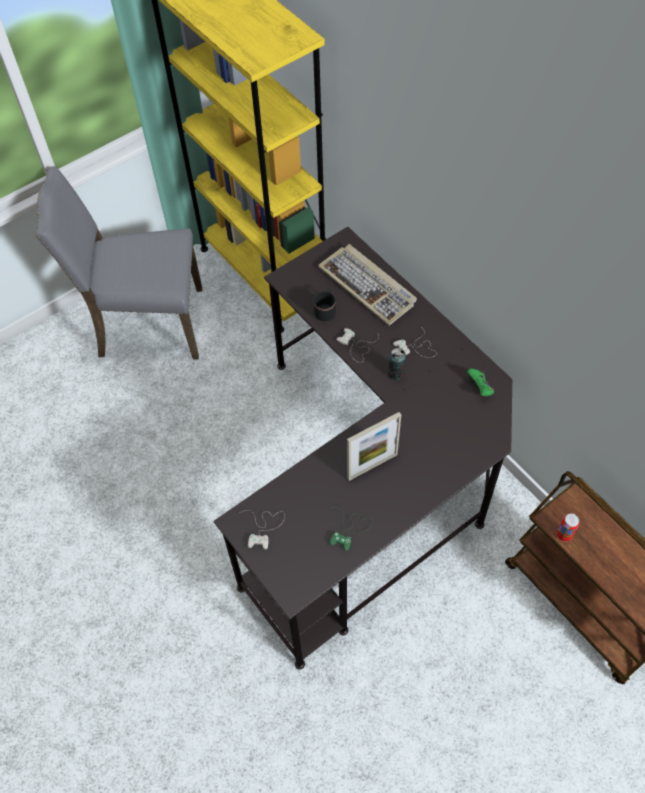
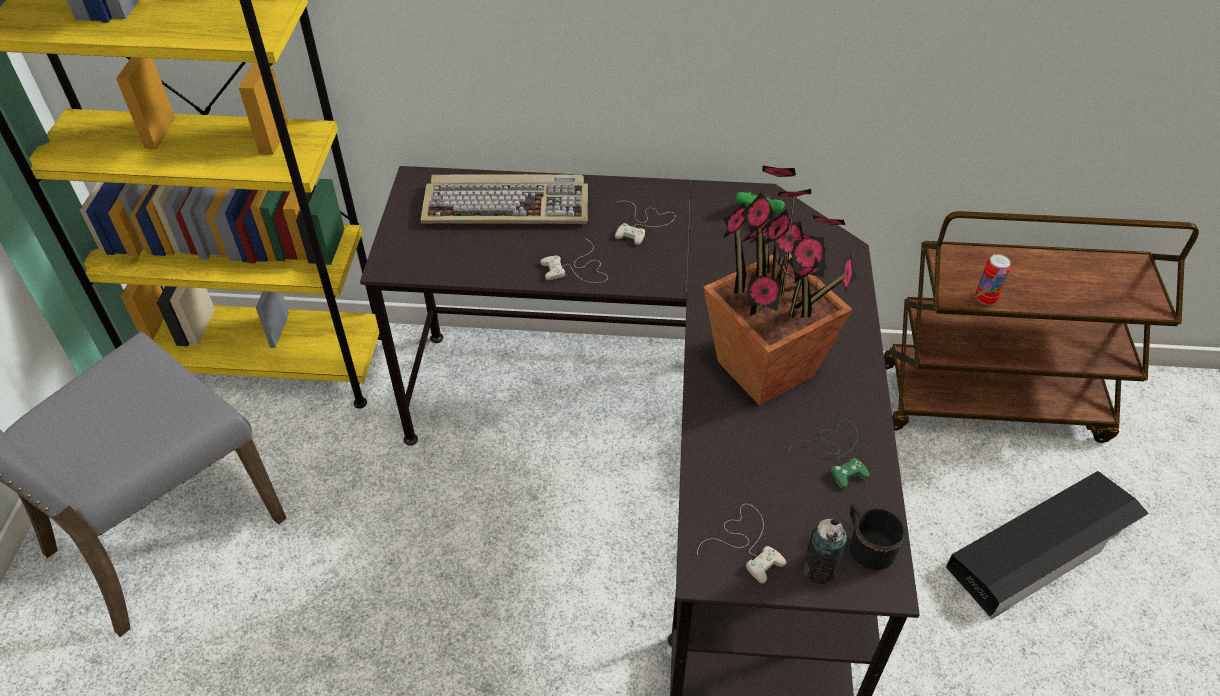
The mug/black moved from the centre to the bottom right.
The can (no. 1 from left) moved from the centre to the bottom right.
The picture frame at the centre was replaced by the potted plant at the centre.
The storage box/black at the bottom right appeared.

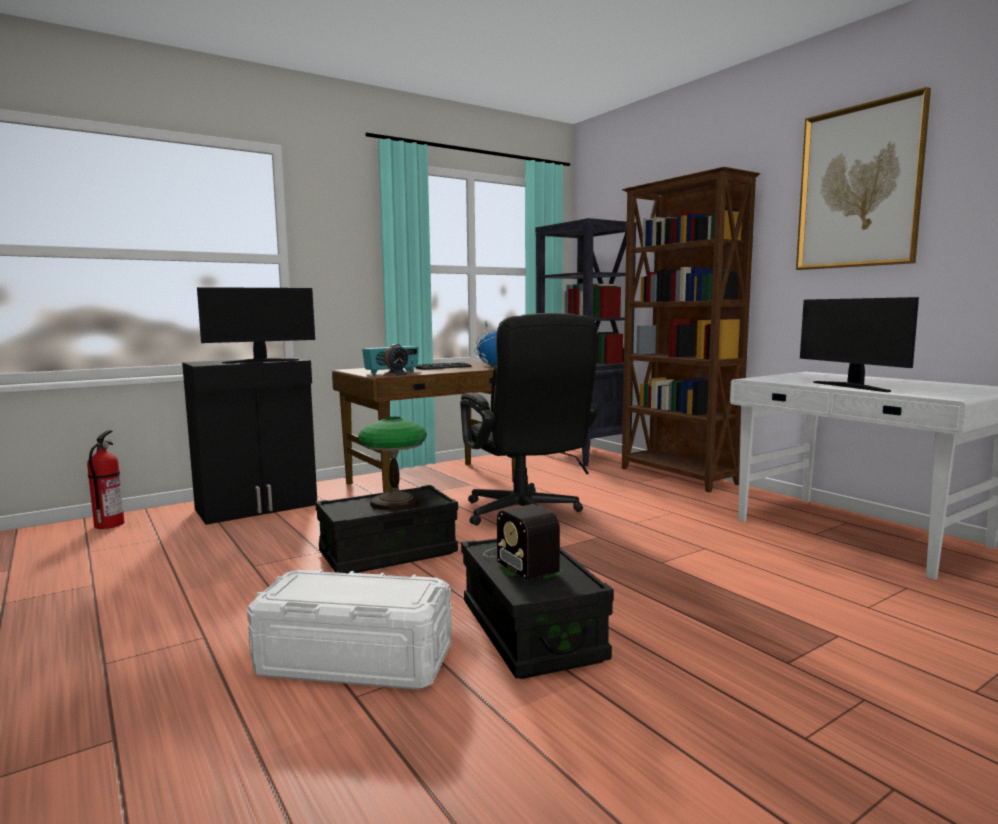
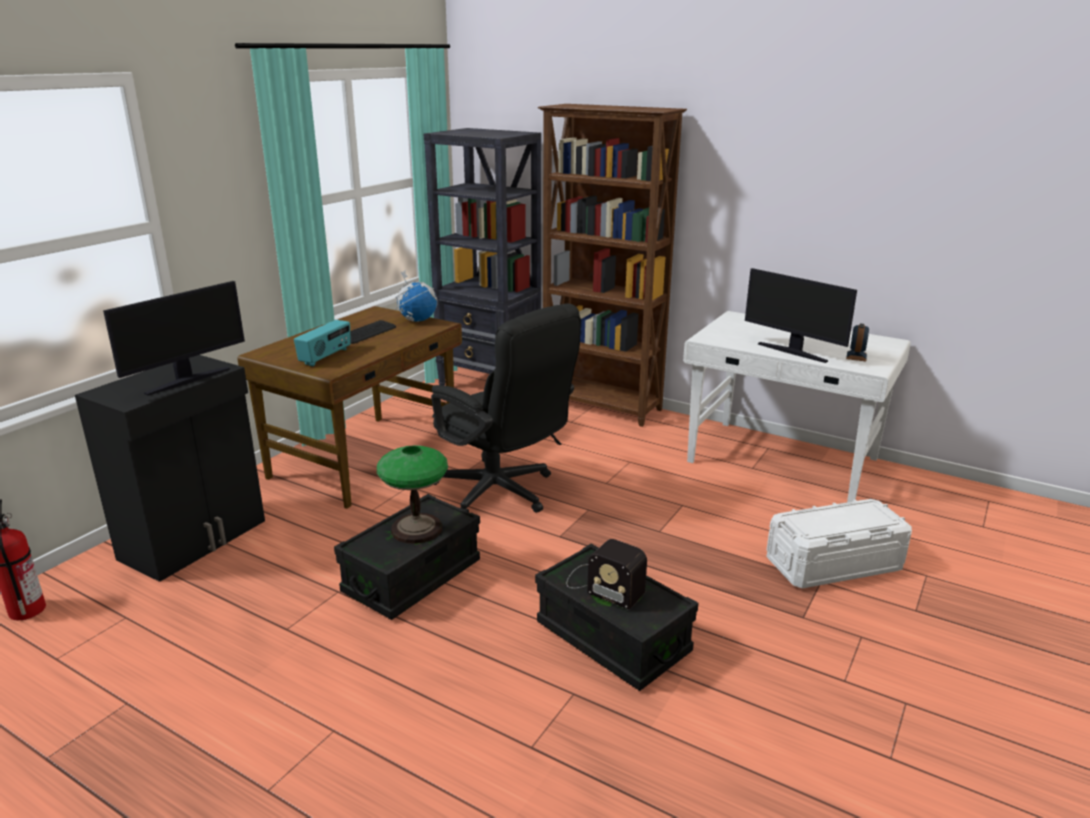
The picture at the top right disappeared.
The alarm clock moved from the centre to the middle right.
The storage box/white moved from the bottom centre to the middle right.

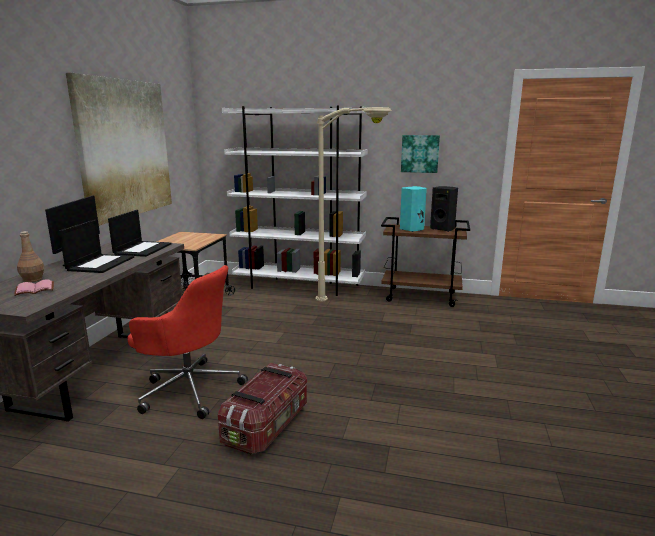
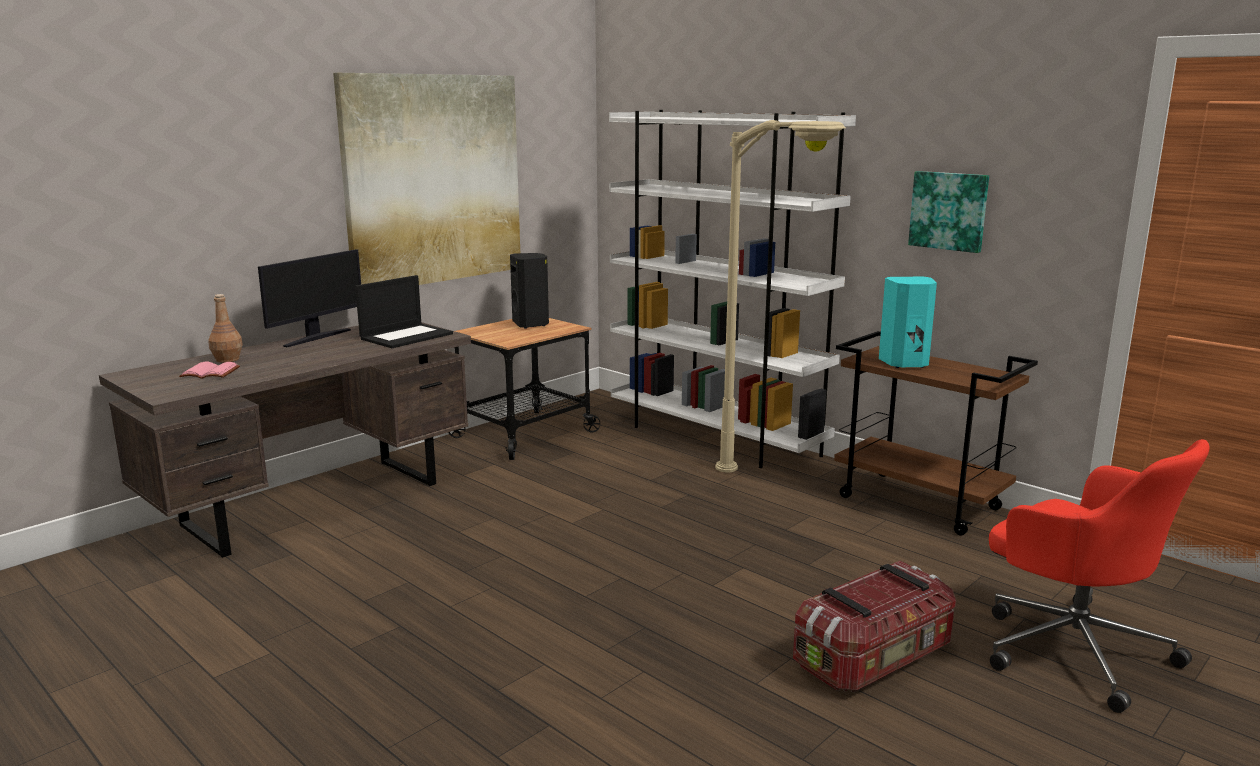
The speaker/black moved from the middle right to the centre.
The laptop (no. 1 from left) at the middle left disappeared.
The office chair/red moved from the middle left to the bottom right.
The storage box moved from the bottom centre to the bottom right.

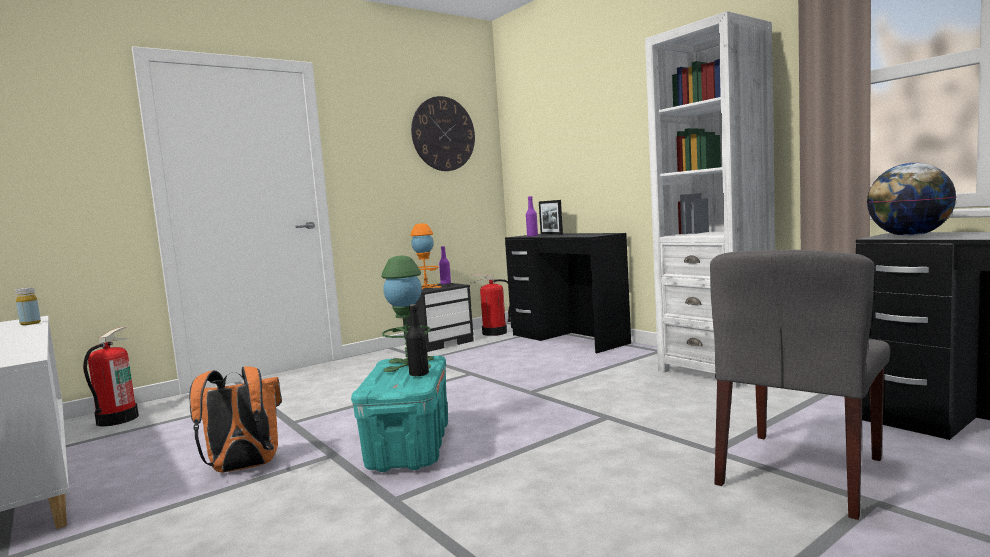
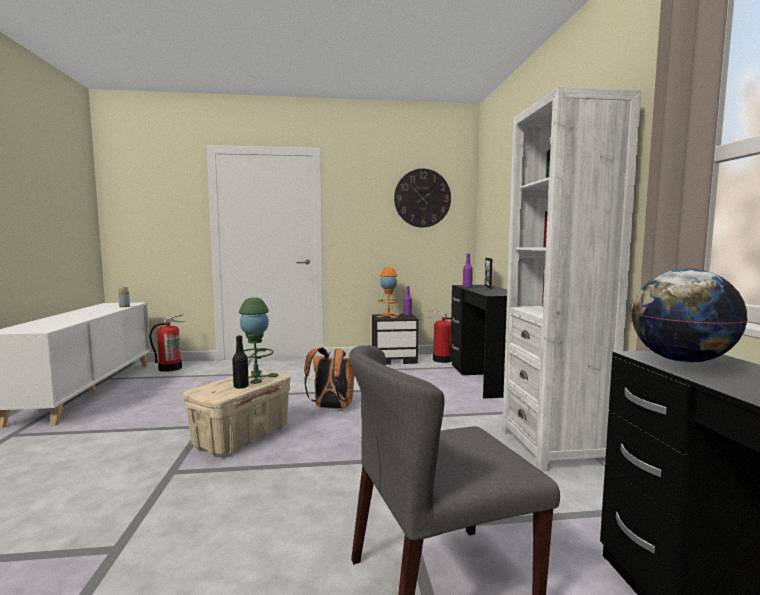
The storage box/turquoise at the bottom centre became the storage box/beige at the bottom left.
The backpack/orange moved from the bottom left to the centre.

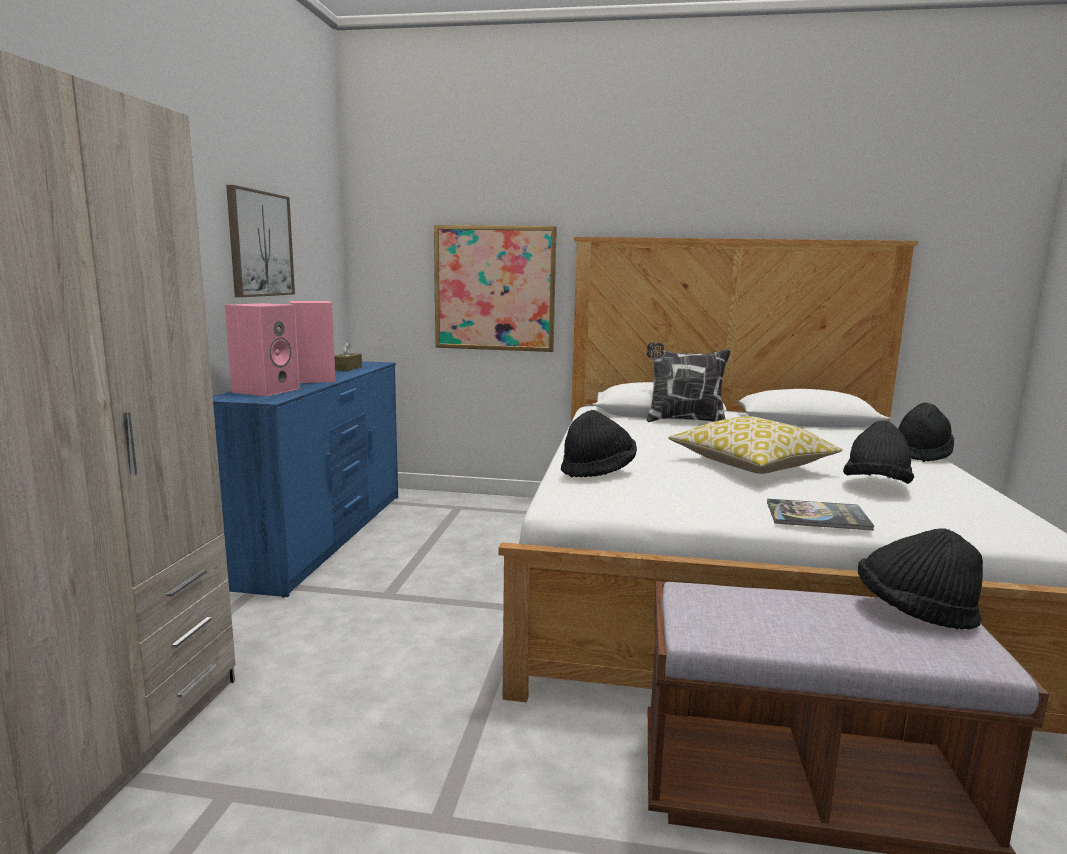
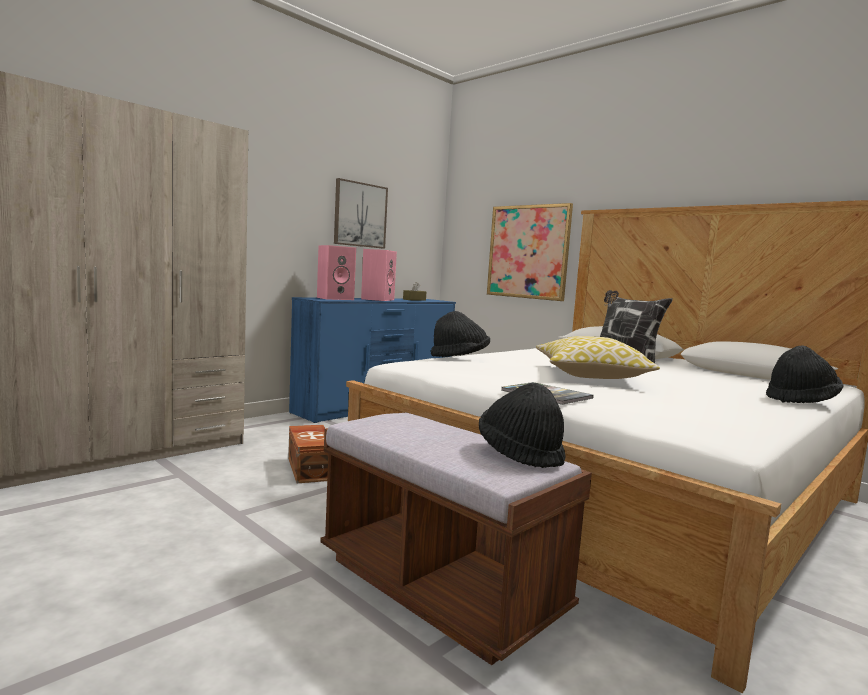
The hat/black (no. 2 from left) at the middle right disappeared.
The storage box/brown at the centre appeared.

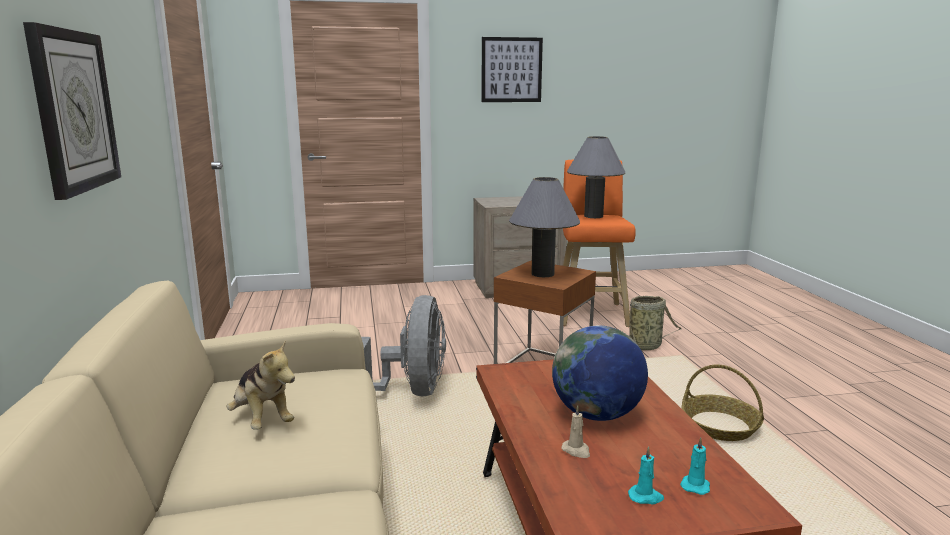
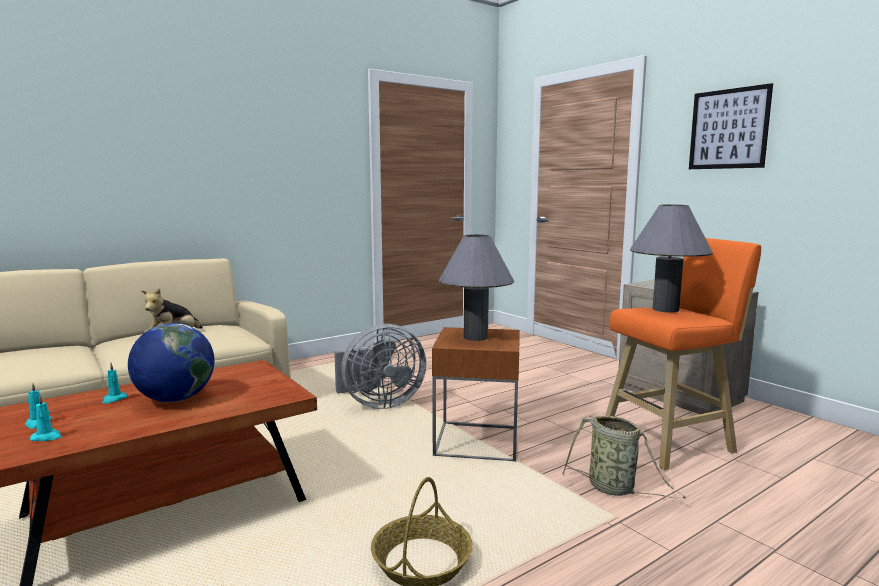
The wall clock at the top left disappeared.
The candle/beige at the bottom centre became the candle/turquoise (no. 3 from left) at the middle left.

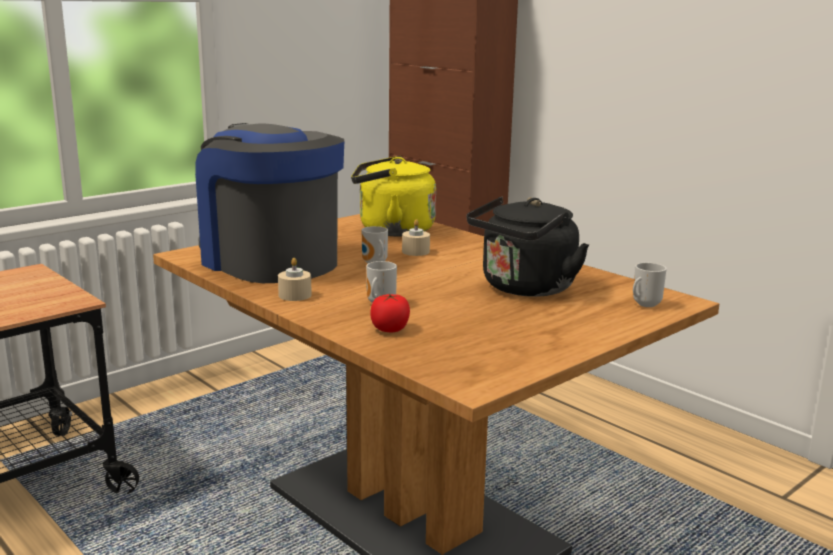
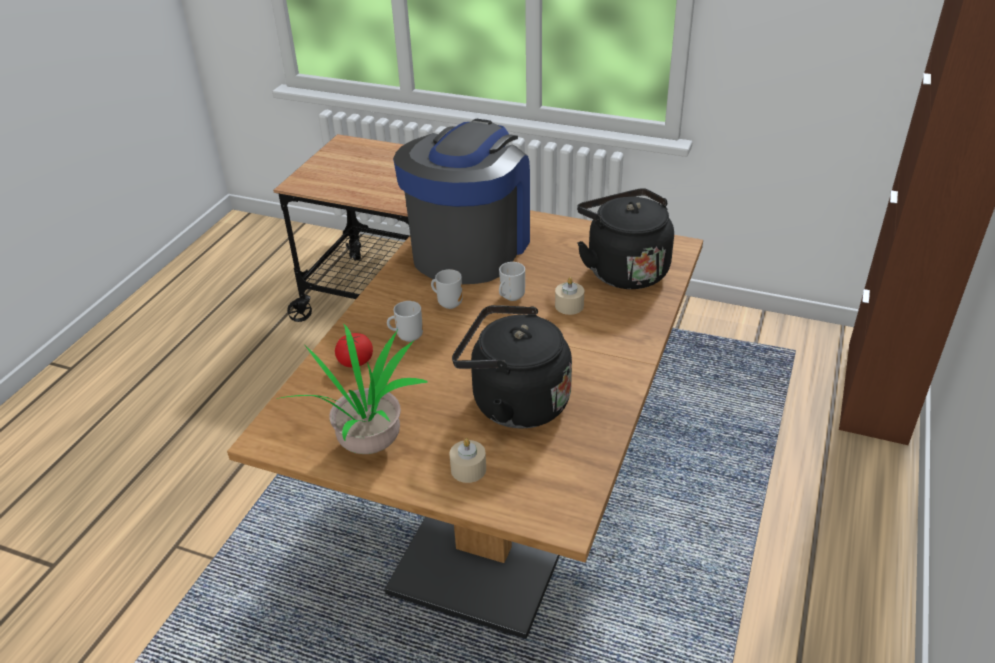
The kettle/yellow at the centre became the kettle/black (no. 2 from left) at the centre.
The candle/beige (no. 1 from left) moved from the centre to the bottom centre.
The mug (no. 3 from left in the first image) moved from the middle right to the centre.
The potted plant at the centre appeared.

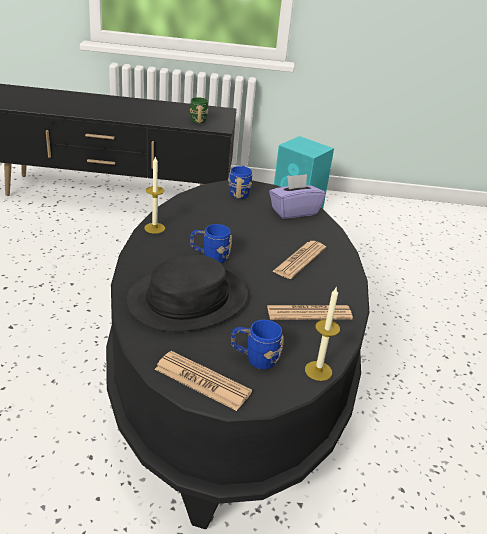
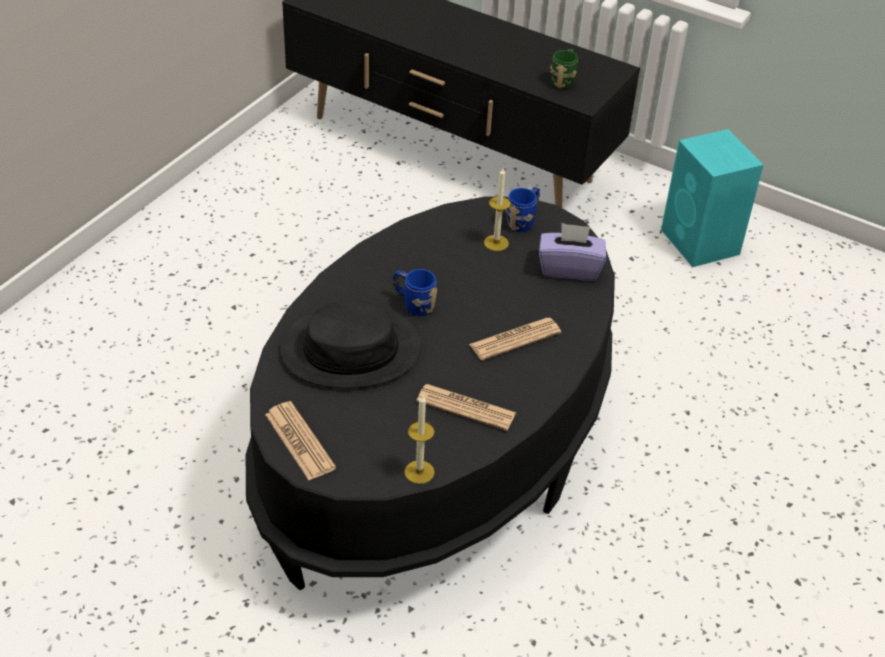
The candle (no. 1 from left in the first image) moved from the middle left to the top centre.
The mug/blue (no. 3 from left) at the centre disappeared.

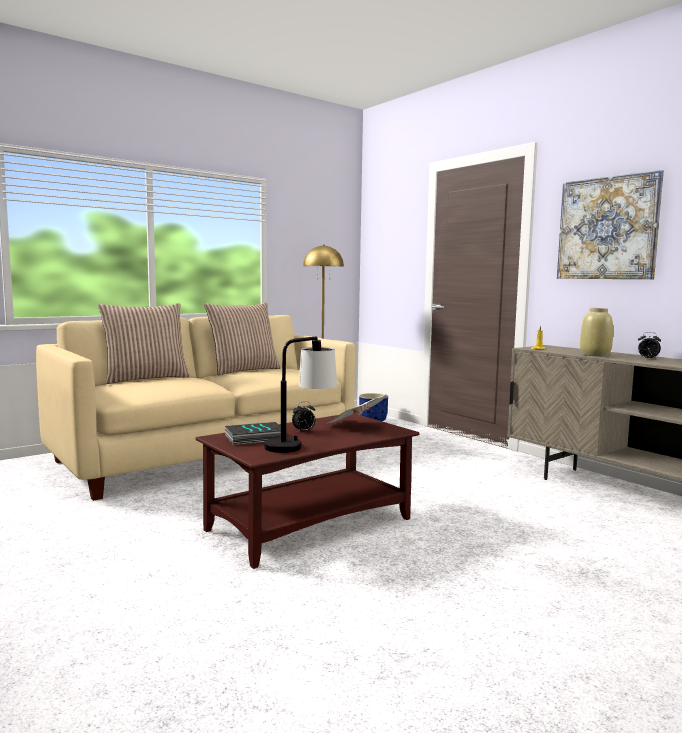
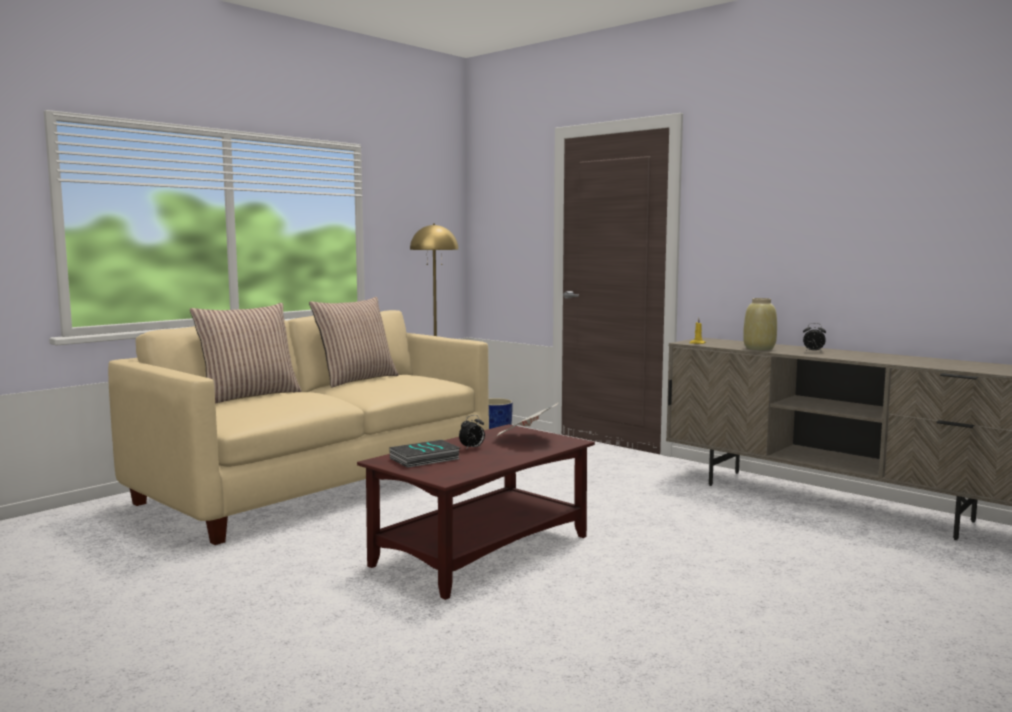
The picture at the top right disappeared.
The table lamp at the centre disappeared.

